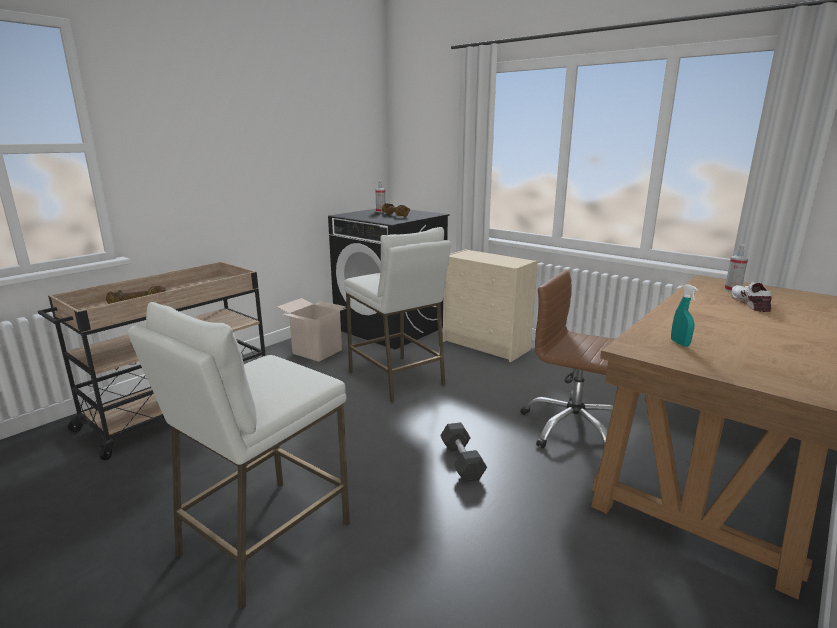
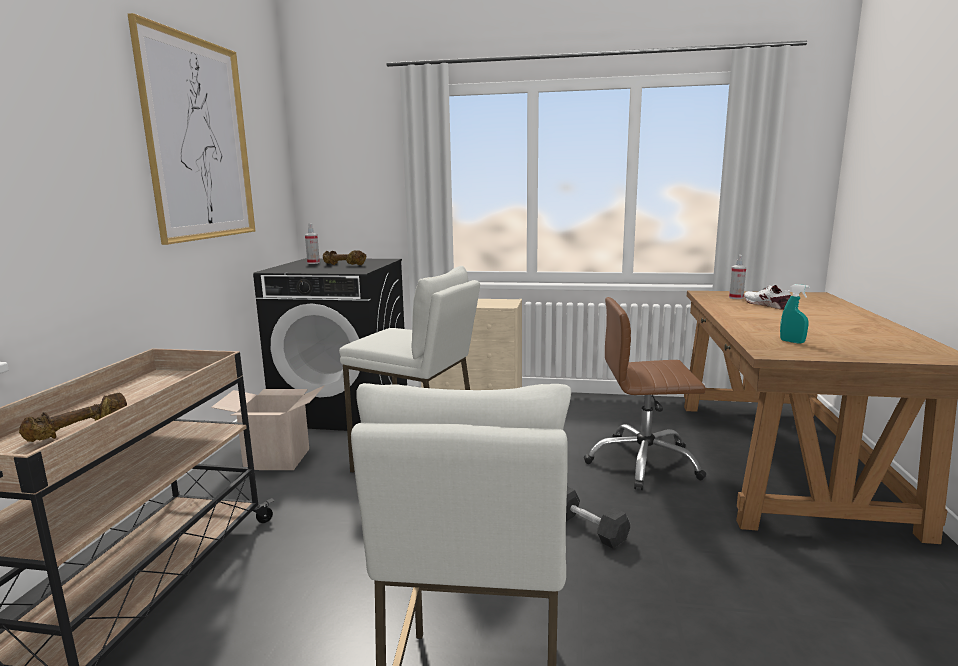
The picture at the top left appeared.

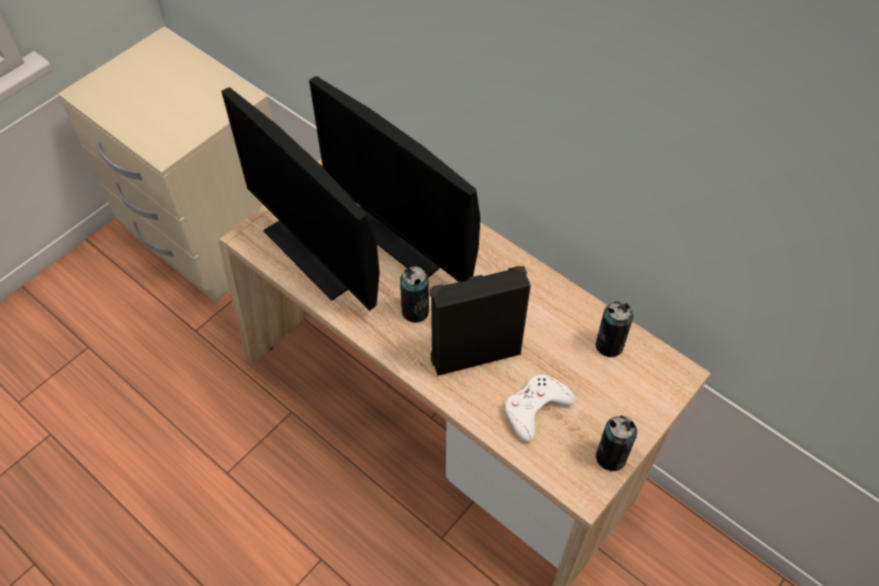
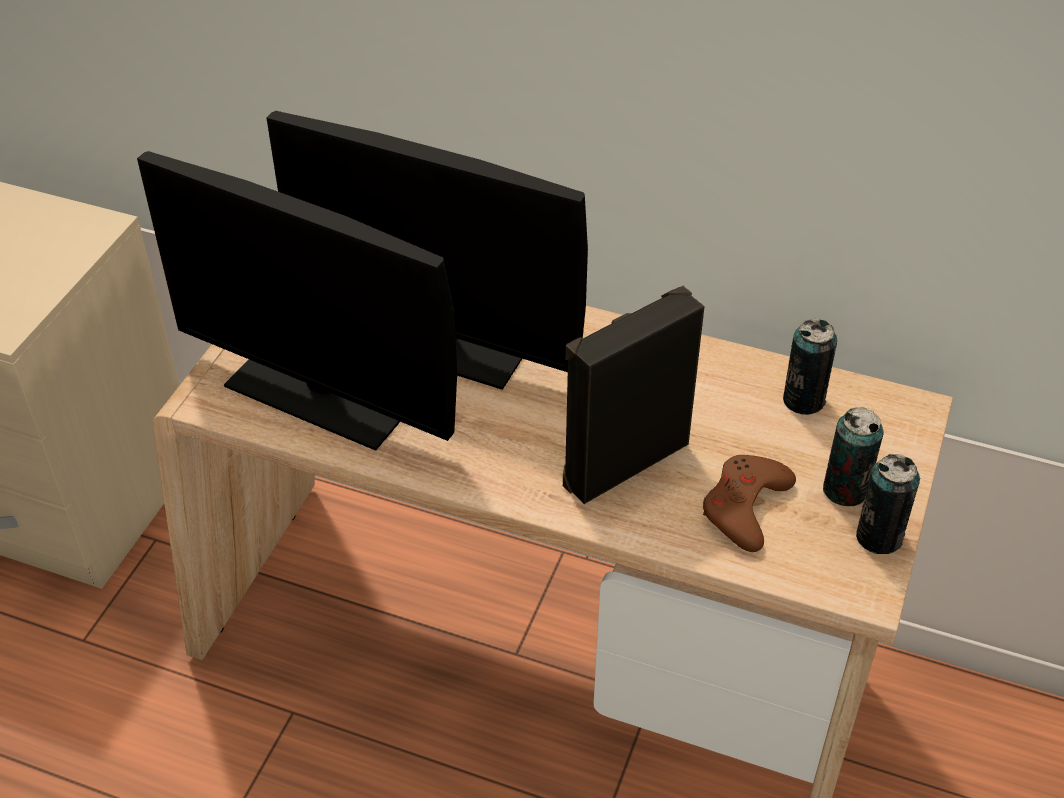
The can (no. 1 from left in the first image) moved from the centre to the middle right.
The game controller/white at the bottom centre became the game controller/brown at the middle right.

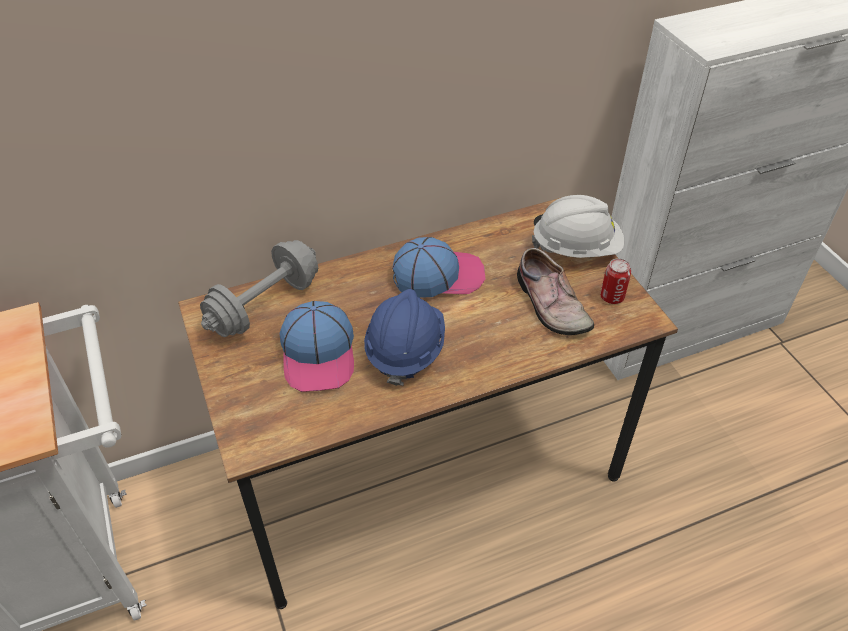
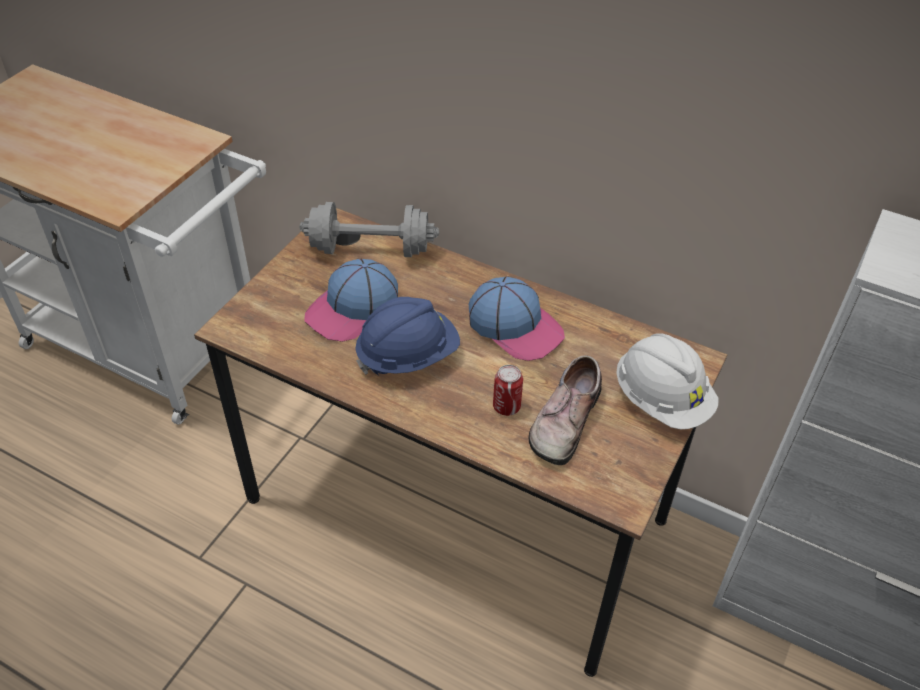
The can moved from the middle right to the centre.

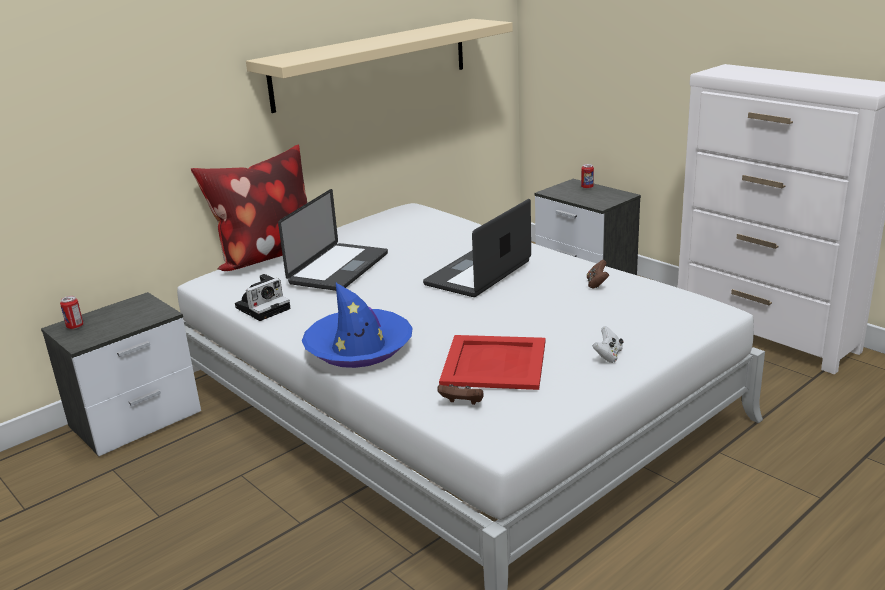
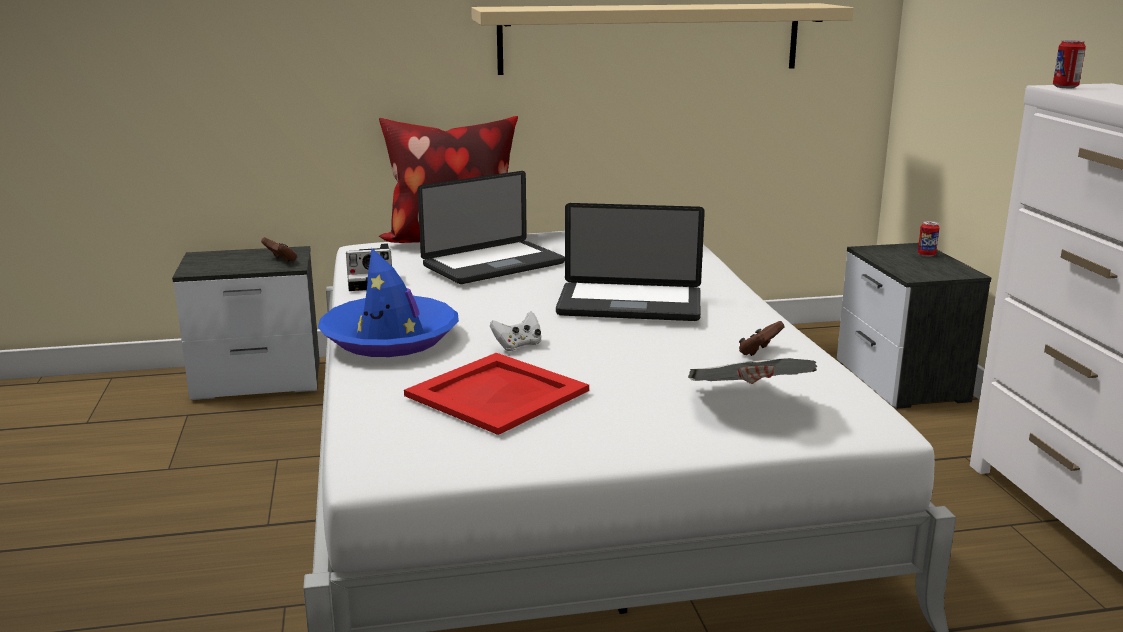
The laptop (no. 2 from left) at the centre turned 150 degrees counterclockwise.
The can (no. 1 from left in the first image) moved from the middle left to the top right.
The game controller/white moved from the middle right to the centre.
The game controller/brown (no. 1 from left) moved from the bottom centre to the middle left.
The newspaper at the middle right appeared.

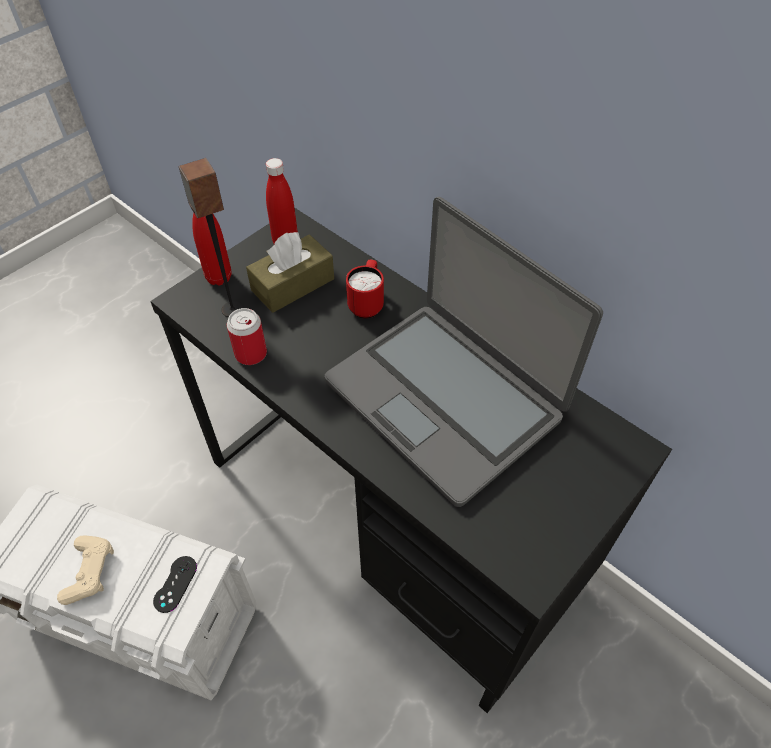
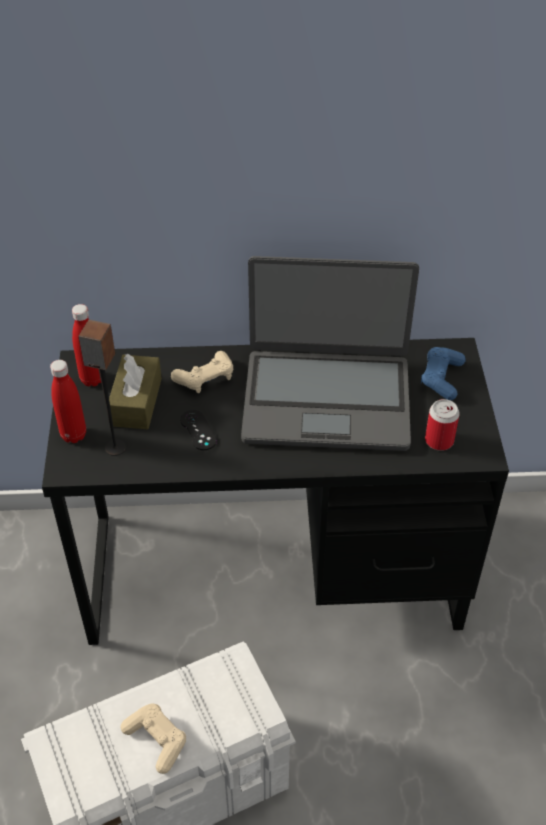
The mug/red at the centre was replaced by the game controller/beige (no. 2 from left) at the centre.
The can moved from the middle left to the middle right.
The game controller/black moved from the bottom left to the centre.
The game controller/blue at the middle right appeared.

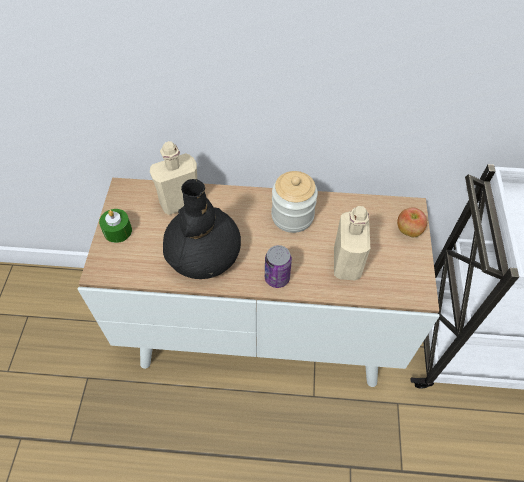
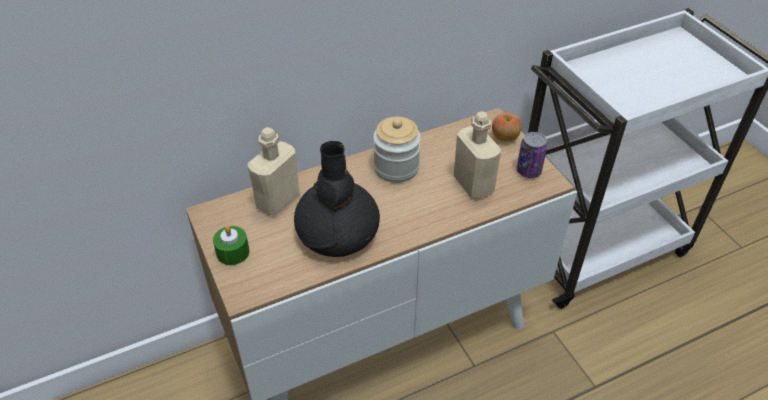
The can moved from the centre to the middle right.

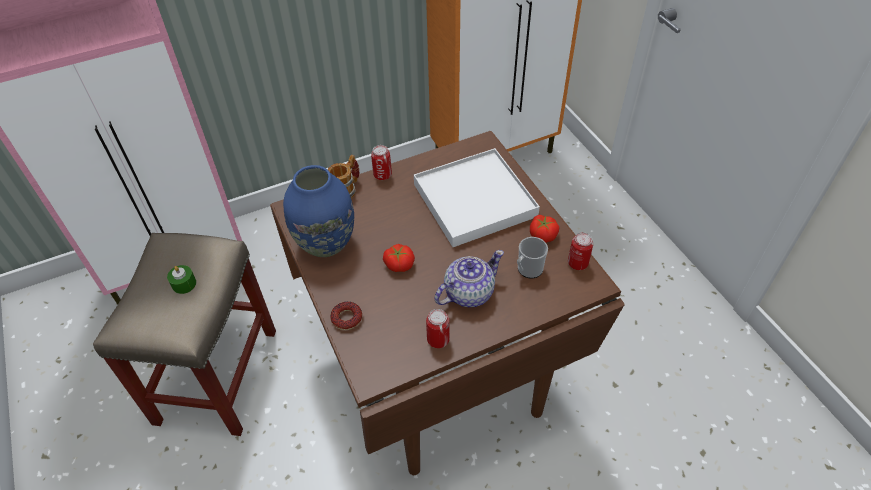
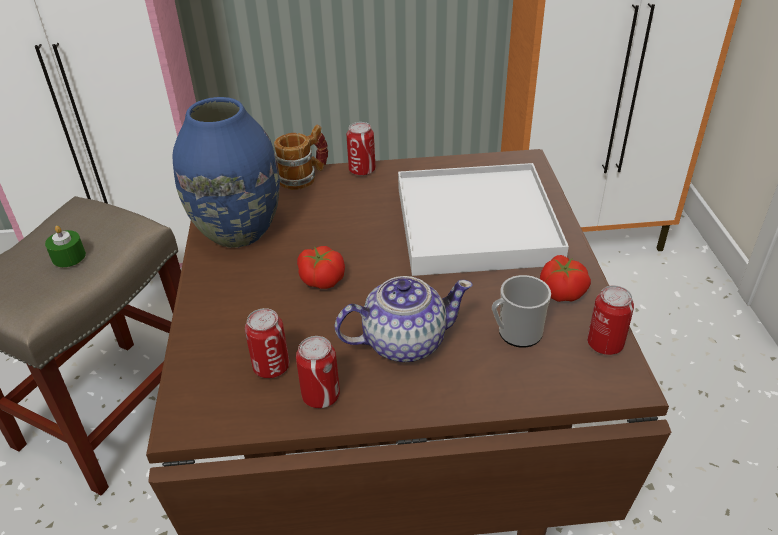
The donut at the centre disappeared.
The can (no. 1 from left) at the centre appeared.

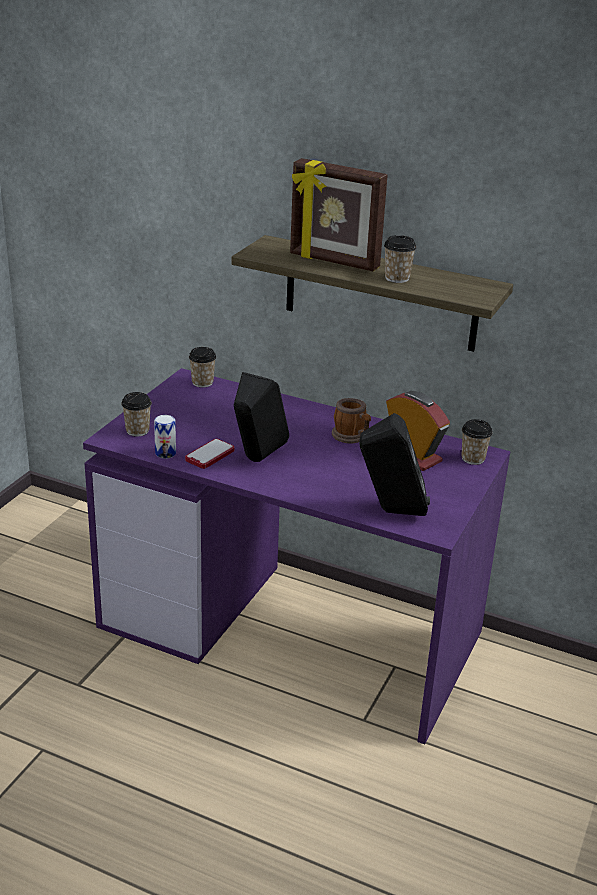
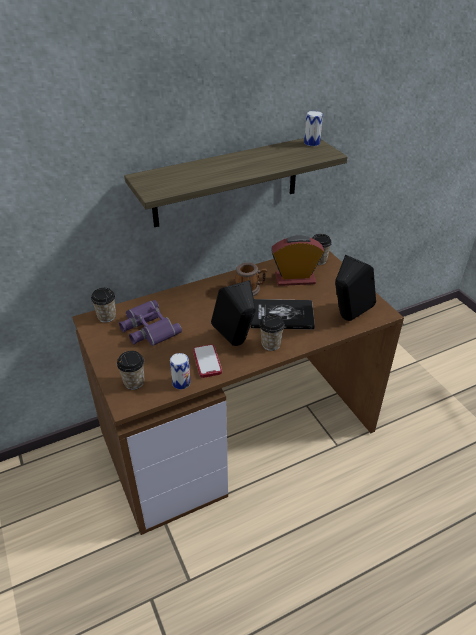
The picture frame at the top centre disappeared.
The cup (no. 3 from left) moved from the top right to the centre.
The desk/purple at the centre became the desk/brown at the centre.
The can (no. 2 from left) at the top centre appeared.
The book at the centre appeared.
The binoculars/purple at the middle left appeared.

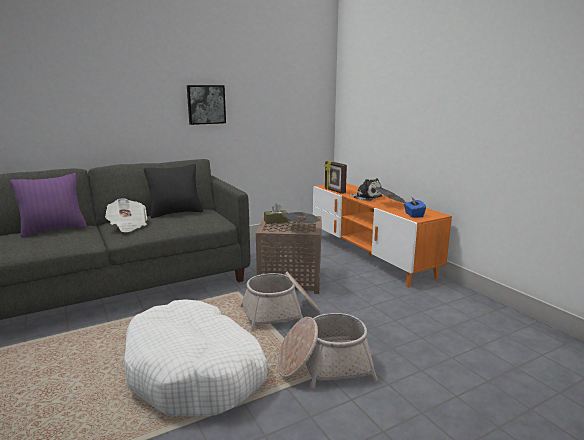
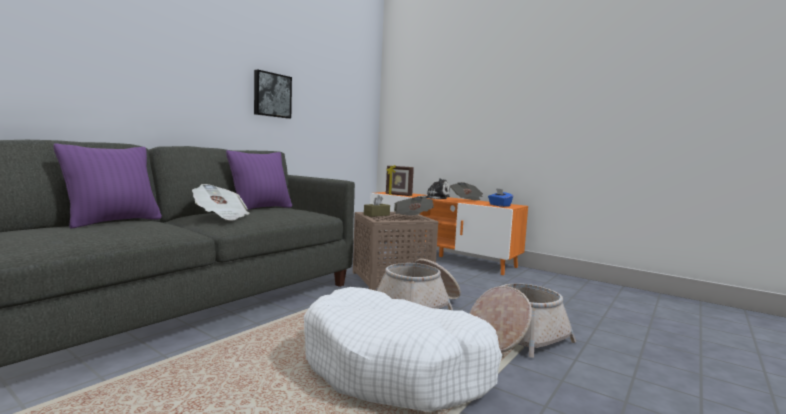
The pillow/black at the middle left became the pillow/purple (no. 2 from left) at the middle left.

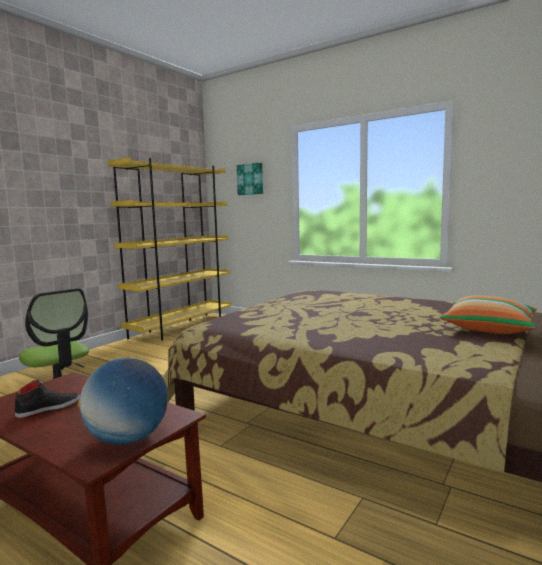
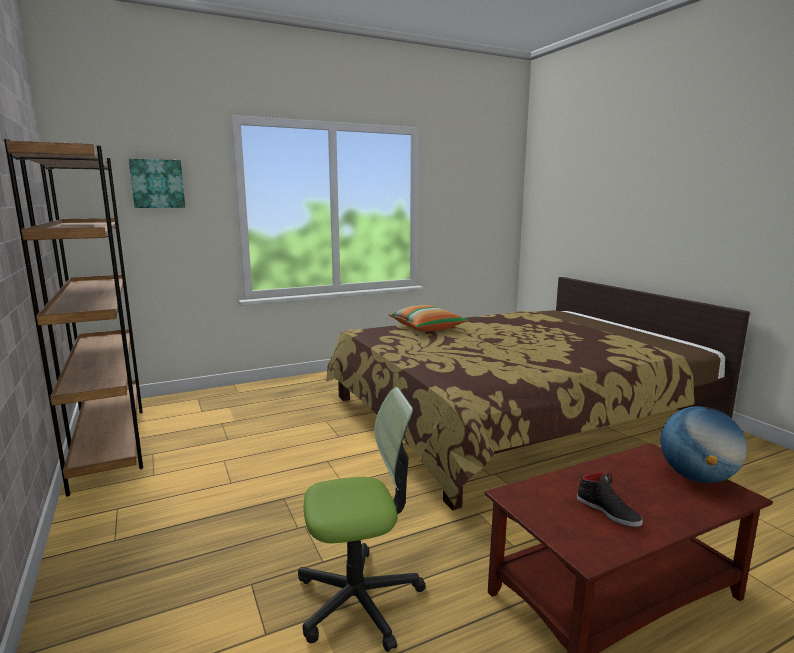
The bookcase/yellow at the middle left became the bookcase/brown at the middle left.
The pillow moved from the middle right to the centre.
The shoe/black at the bottom left turned 150 degrees clockwise.

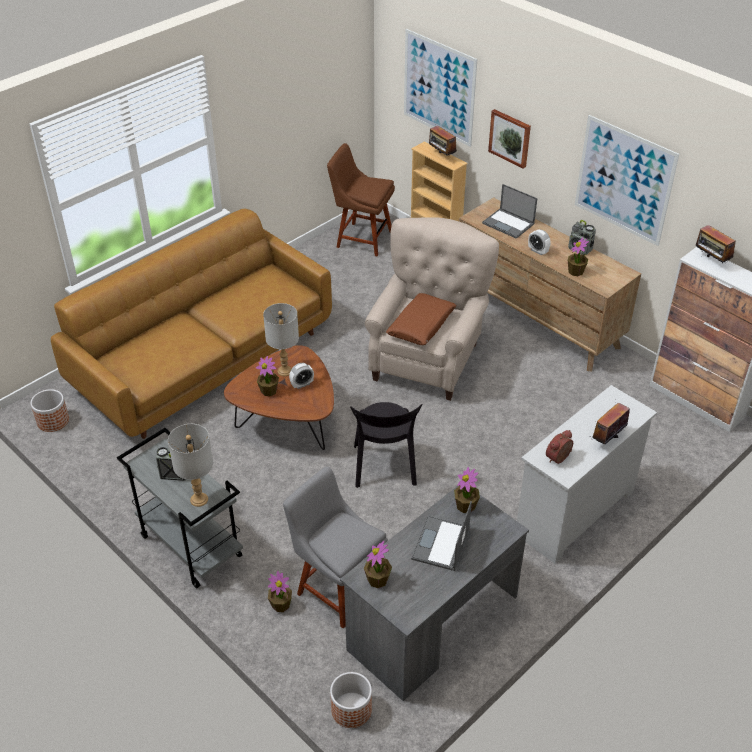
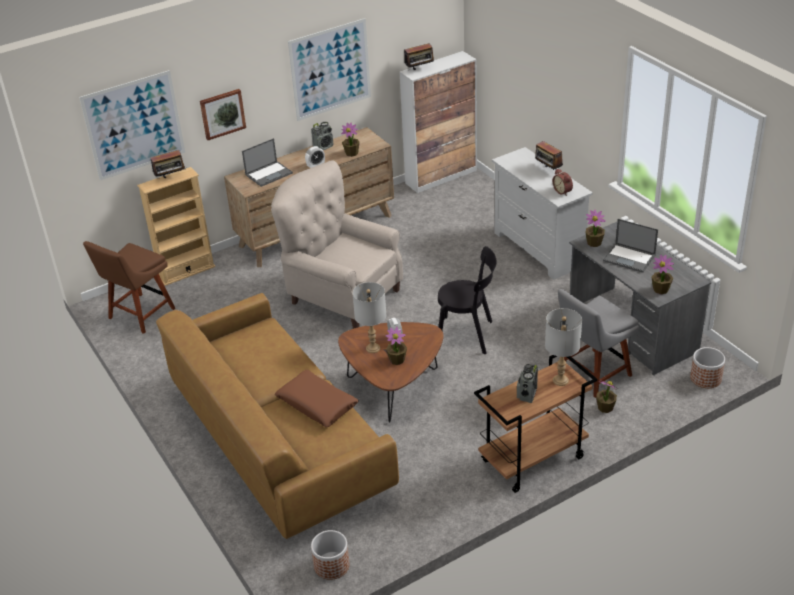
The pillow/brown moved from the centre to the bottom centre.
The cart/grey at the bottom left became the cart/brown at the bottom right.

